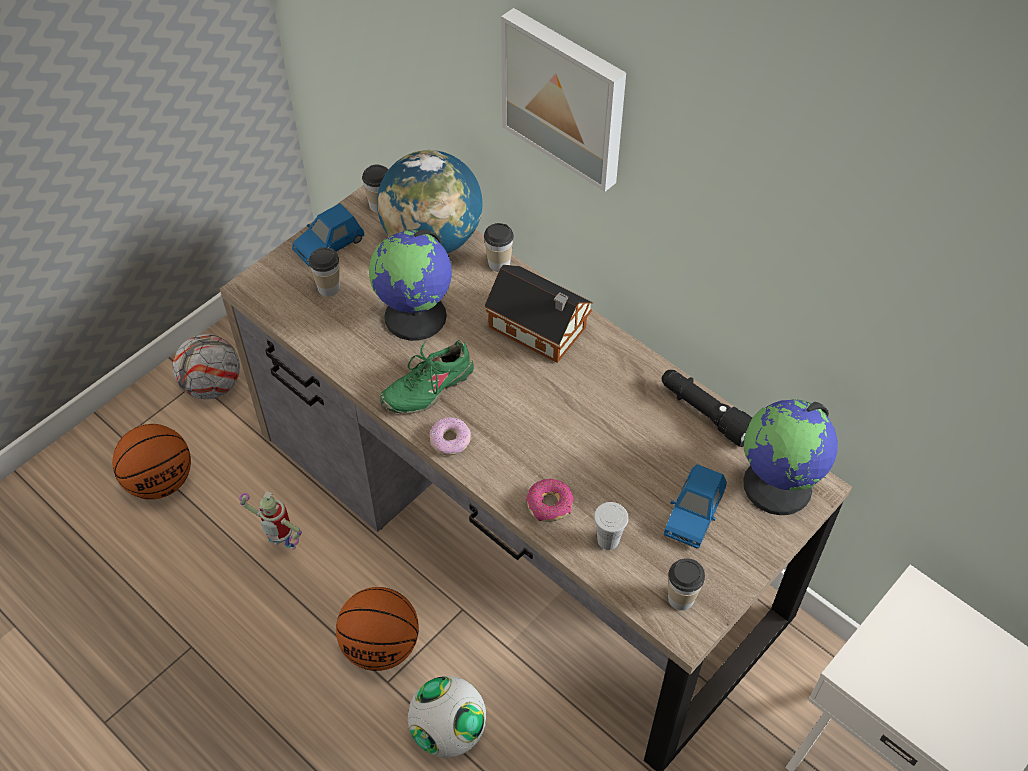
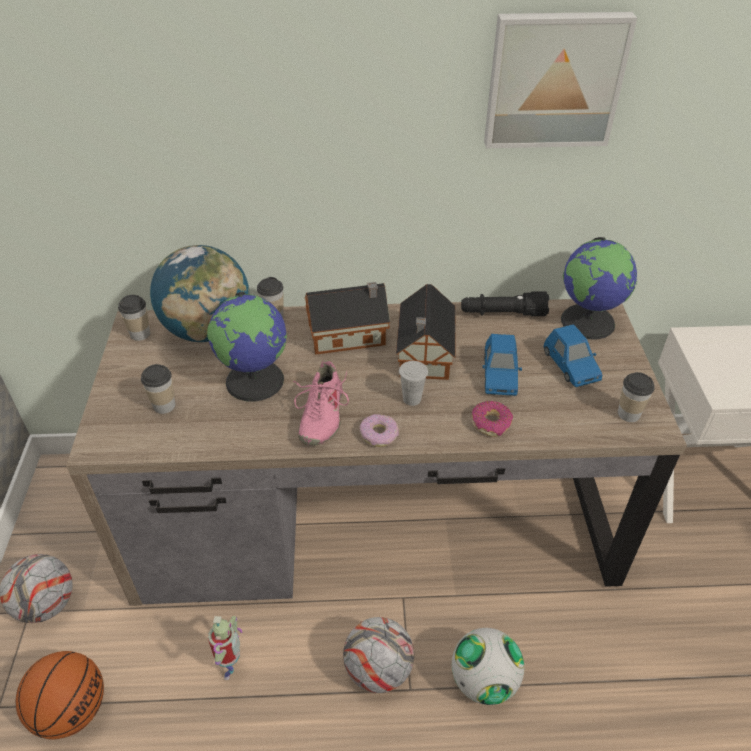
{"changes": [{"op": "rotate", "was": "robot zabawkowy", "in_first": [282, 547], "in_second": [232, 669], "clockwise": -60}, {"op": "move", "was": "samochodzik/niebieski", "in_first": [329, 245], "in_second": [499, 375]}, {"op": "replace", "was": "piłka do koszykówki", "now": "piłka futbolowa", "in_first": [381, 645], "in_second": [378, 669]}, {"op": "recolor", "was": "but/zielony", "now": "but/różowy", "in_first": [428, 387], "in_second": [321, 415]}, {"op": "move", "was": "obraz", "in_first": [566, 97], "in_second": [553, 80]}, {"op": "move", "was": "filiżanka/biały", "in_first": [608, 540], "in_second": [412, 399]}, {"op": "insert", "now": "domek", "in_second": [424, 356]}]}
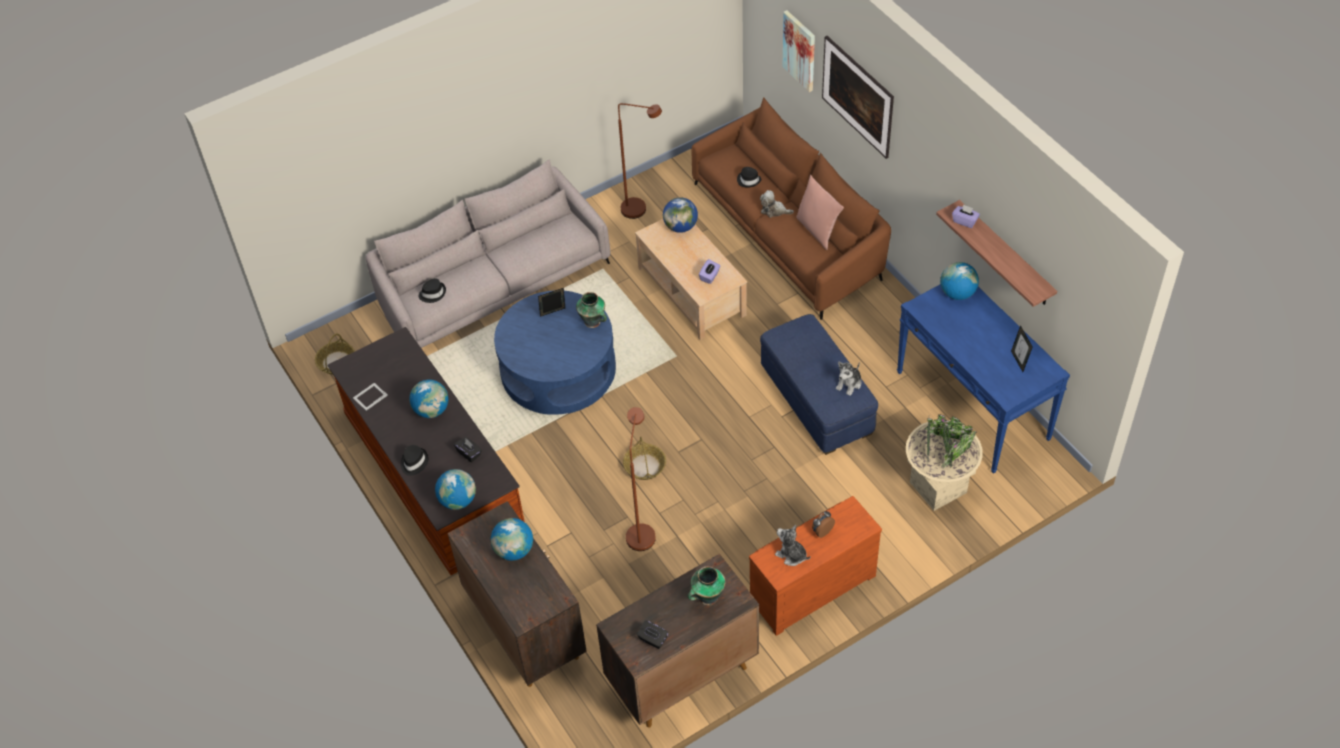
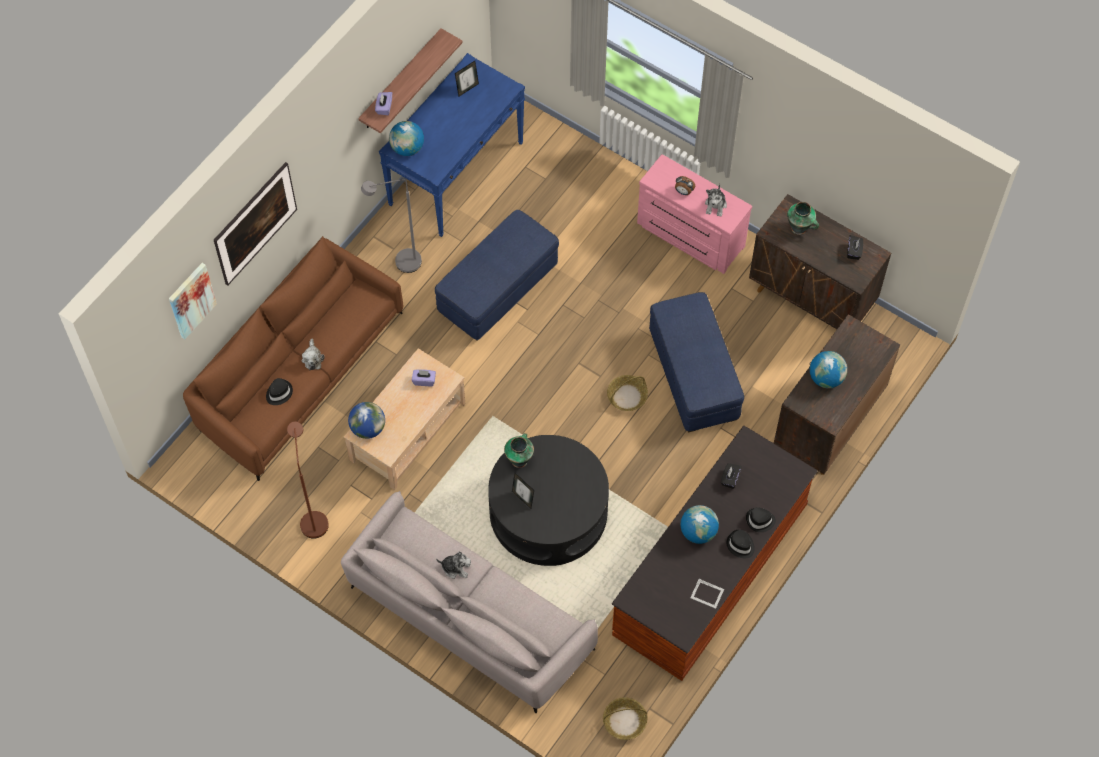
{"changes": [{"op": "move", "was": "kapelusz/czarny", "in_first": [432, 293], "in_second": [740, 545]}, {"op": "delete", "was": "globus", "in_first": [458, 500]}, {"op": "recolor", "was": "ława/niebieski", "now": "ława/czarny", "in_first": [558, 368], "in_second": [548, 511]}, {"op": "replace", "was": "lampa stojąca/brązowy", "now": "pufa/niebieski", "in_first": [641, 531], "in_second": [694, 374]}, {"op": "recolor", "was": "komoda/brązowy", "now": "komoda/różowy", "in_first": [811, 586], "in_second": [689, 236]}, {"op": "delete", "was": "poduszka/różowy", "in_first": [817, 230]}, {"op": "move", "was": "pluszak", "in_first": [849, 384], "in_second": [456, 568]}, {"op": "delete", "was": "donica/beżowy", "in_first": [938, 487]}, {"op": "insert", "now": "lampa stojąca/szary", "in_second": [401, 263]}]}
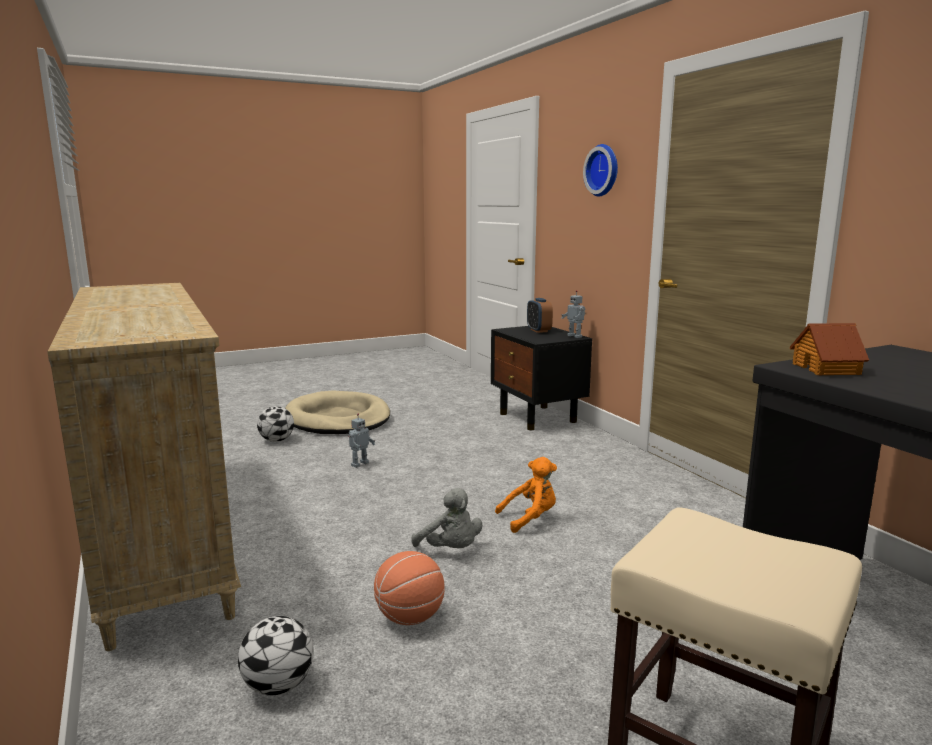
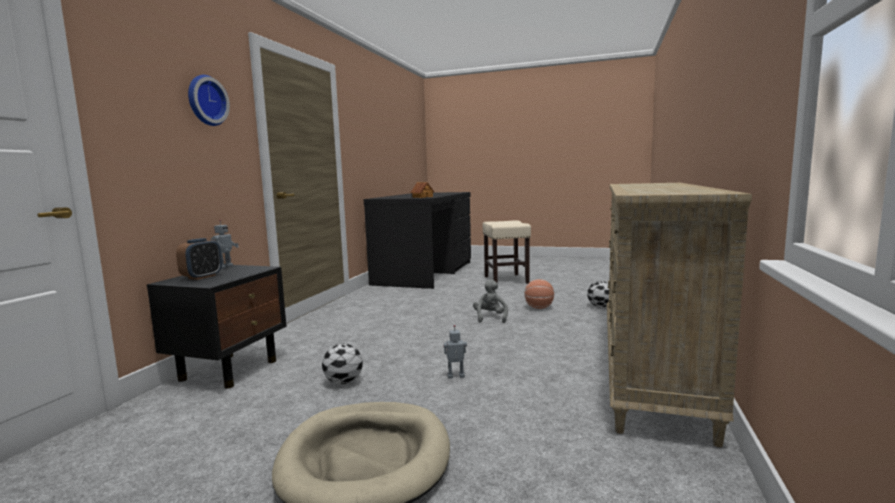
{"changes": [{"op": "move", "was": "piłka futbolowa", "in_first": [276, 440], "in_second": [344, 382]}, {"op": "delete", "was": "pluszak/pomarańczowy", "in_first": [530, 518]}]}
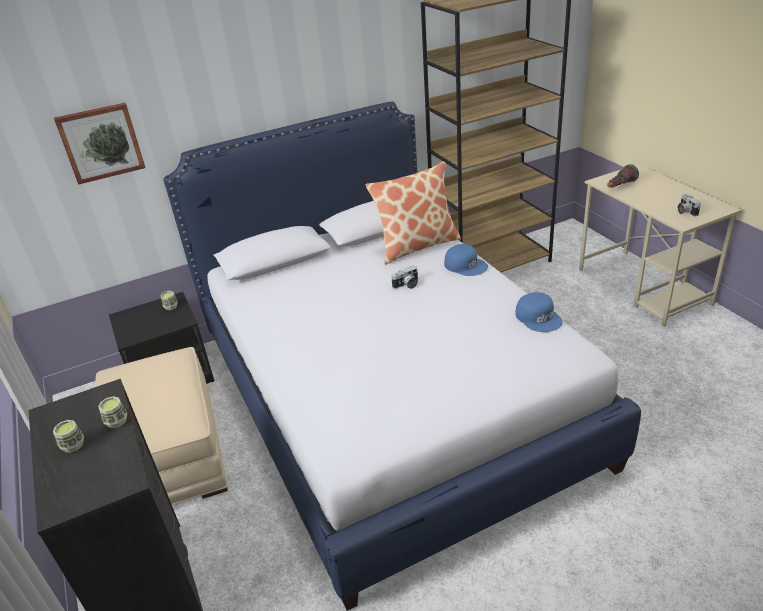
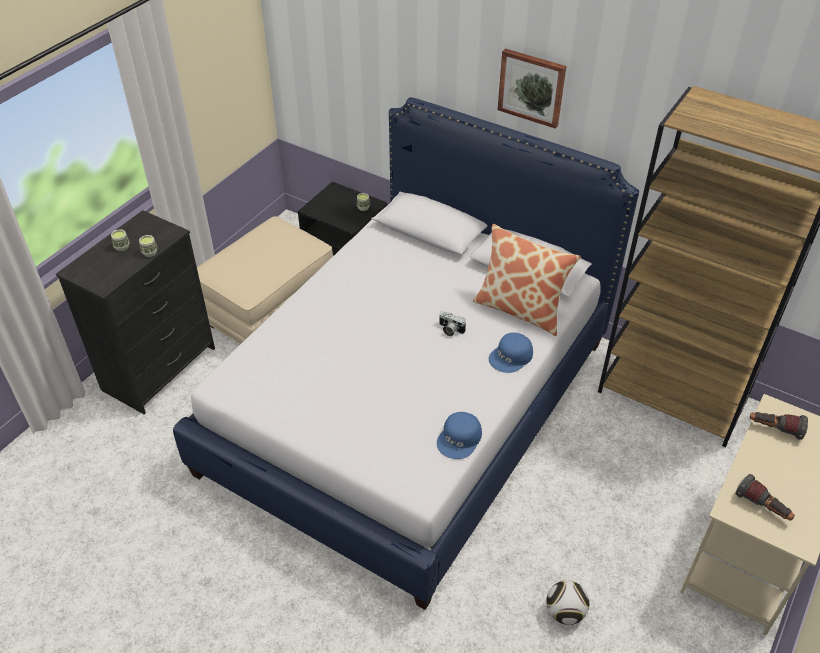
{"changes": [{"op": "move", "was": "obraz", "in_first": [101, 142], "in_second": [532, 87]}, {"op": "rotate", "was": "czapka z daszkiem/niebieski", "in_first": [465, 265], "in_second": [511, 357], "clockwise": 45}, {"op": "replace", "was": "aparat fotograficzny", "now": "latarka", "in_first": [685, 211], "in_second": [762, 507]}, {"op": "insert", "now": "piłka futbolowa", "in_second": [564, 612]}]}
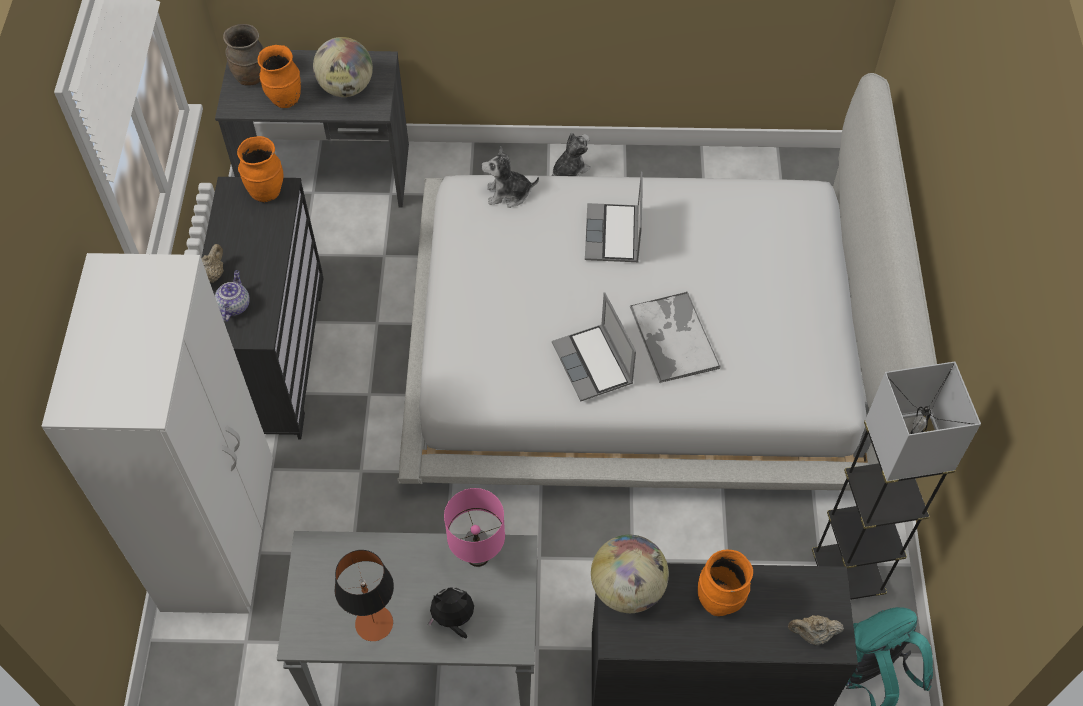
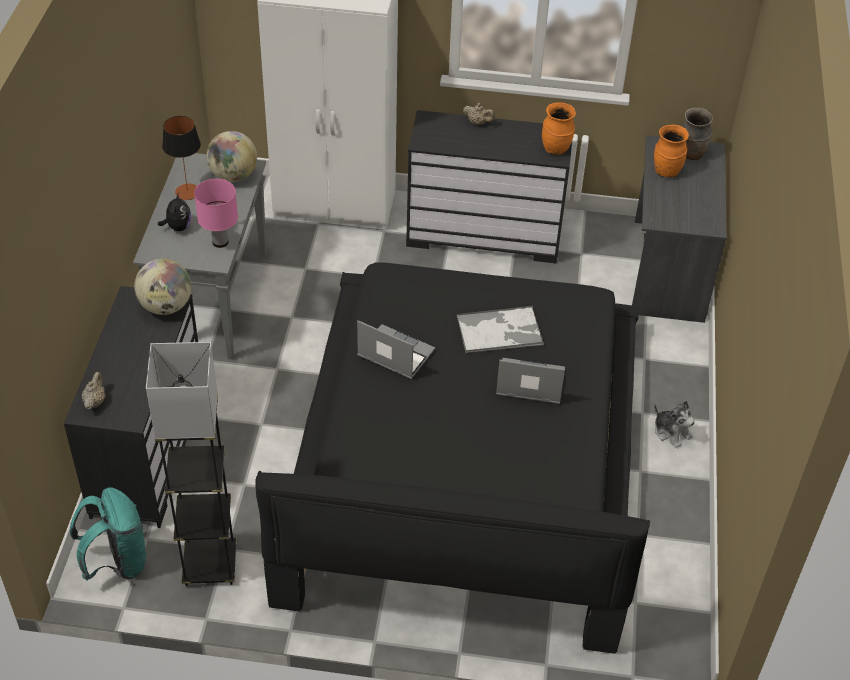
{"changes": [{"op": "delete", "was": "imbryk", "in_first": [234, 305]}, {"op": "move", "was": "globus", "in_first": [346, 88], "in_second": [233, 175]}, {"op": "recolor", "was": "łóżko/biały", "now": "łóżko/czarny", "in_first": [642, 345], "in_second": [466, 459]}, {"op": "delete", "was": "pluszak", "in_first": [508, 194]}, {"op": "rotate", "was": "laptop", "in_first": [594, 364], "in_second": [394, 354], "clockwise": 45}, {"op": "move", "was": "taca", "in_first": [673, 337], "in_second": [500, 330]}, {"op": "delete", "was": "wazon/pomarańczowy", "in_first": [719, 600]}]}
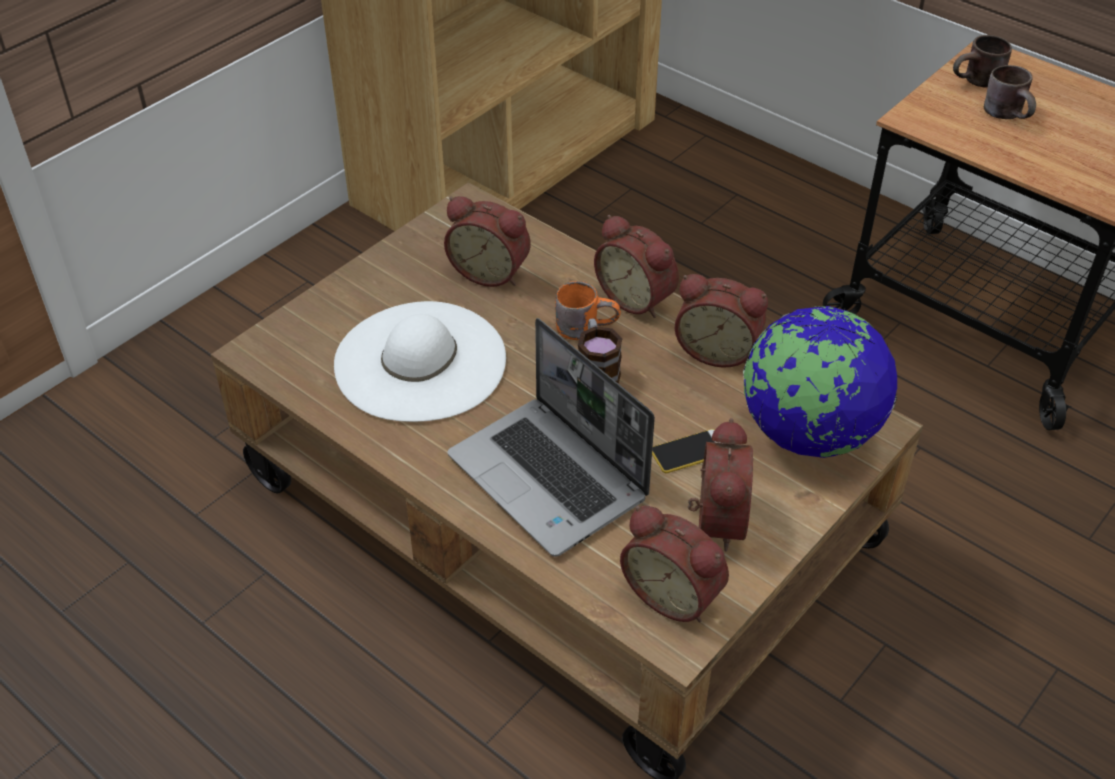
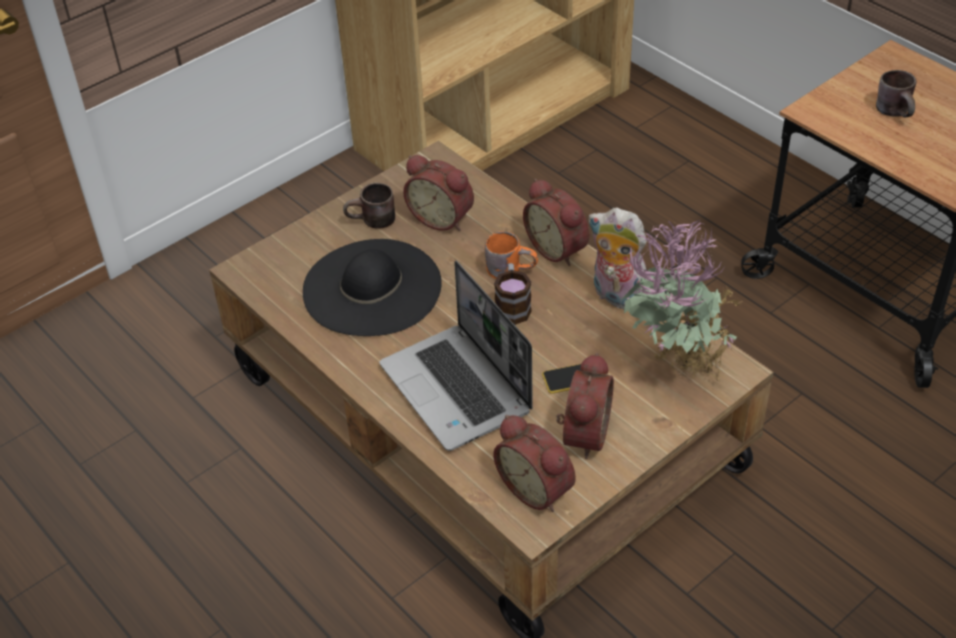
{"changes": [{"op": "recolor", "was": "kapelusz/biały", "now": "kapelusz/czarny", "in_first": [420, 361], "in_second": [372, 288]}, {"op": "replace", "was": "budzik", "now": "pluszak", "in_first": [718, 349], "in_second": [616, 296]}, {"op": "replace", "was": "globus", "now": "roślina doniczkowa", "in_first": [808, 434], "in_second": [675, 371]}, {"op": "move", "was": "kubek/brązowy", "in_first": [978, 83], "in_second": [372, 223]}]}
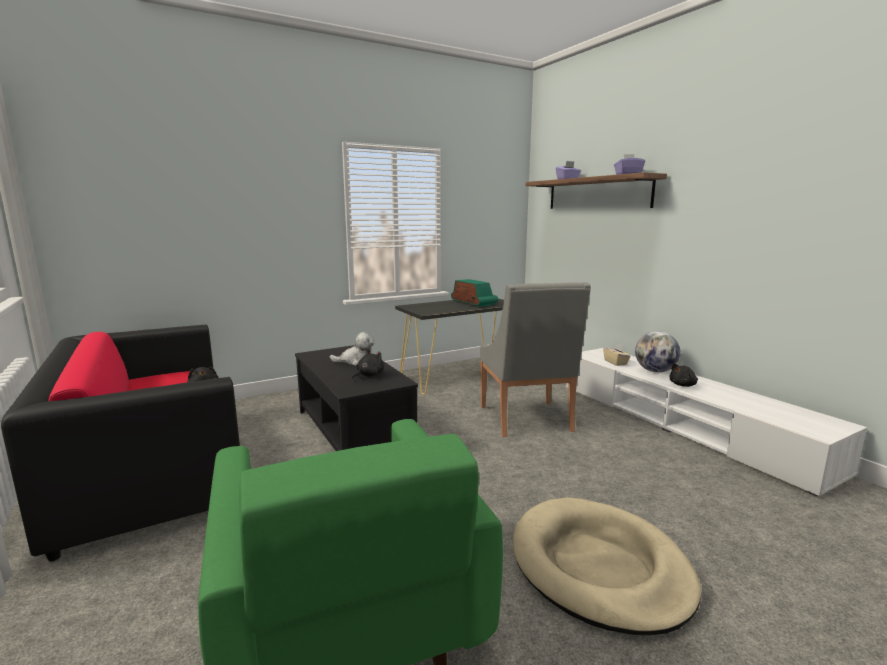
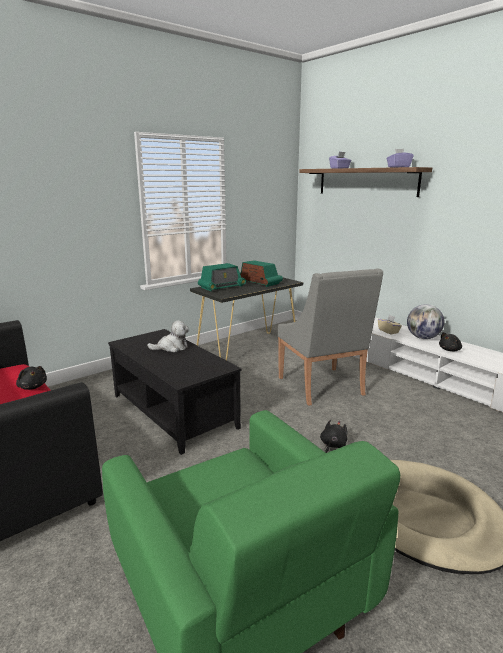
{"changes": [{"op": "move", "was": "pluszak/czarny", "in_first": [368, 375], "in_second": [332, 445]}, {"op": "insert", "now": "radio", "in_second": [222, 287]}]}
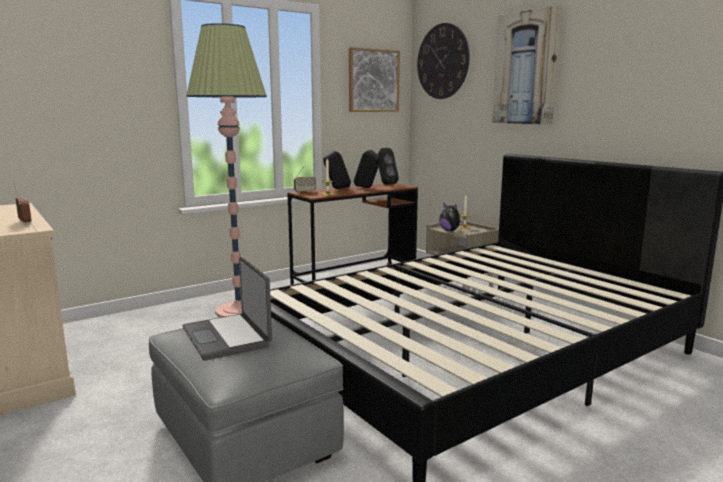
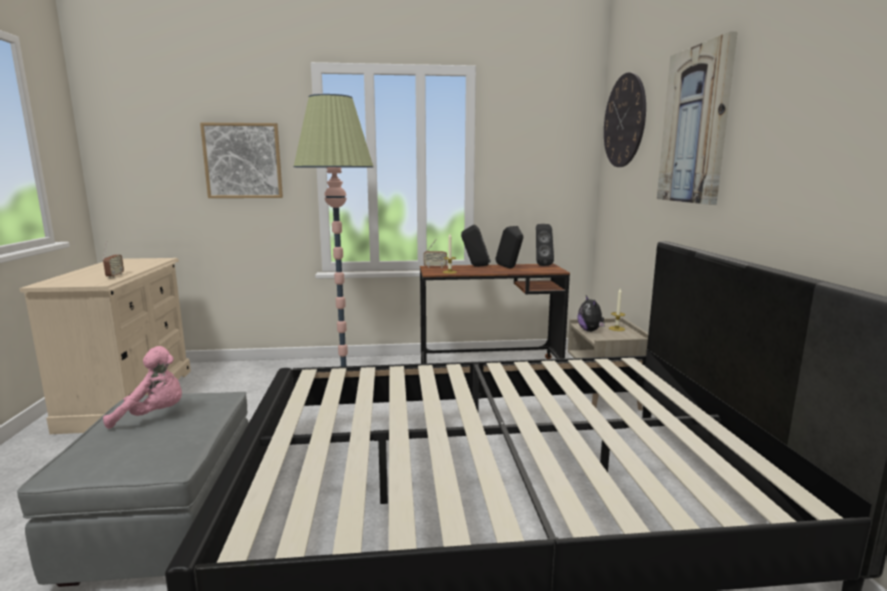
{"changes": [{"op": "replace", "was": "laptop", "now": "pluszak/różowy", "in_first": [228, 337], "in_second": [154, 416]}, {"op": "move", "was": "obraz", "in_first": [373, 81], "in_second": [243, 161]}]}
